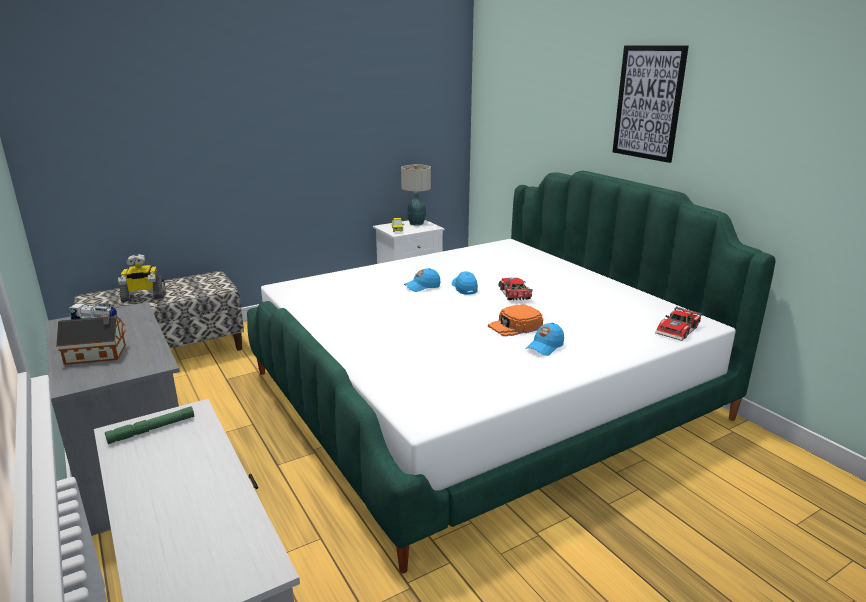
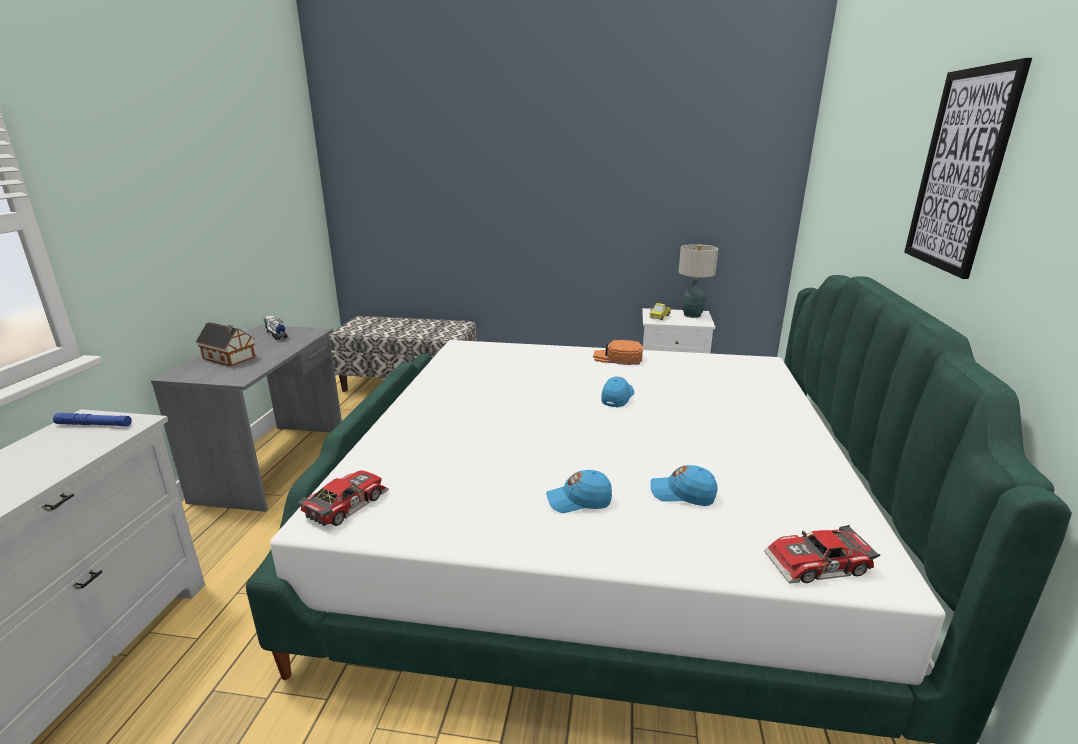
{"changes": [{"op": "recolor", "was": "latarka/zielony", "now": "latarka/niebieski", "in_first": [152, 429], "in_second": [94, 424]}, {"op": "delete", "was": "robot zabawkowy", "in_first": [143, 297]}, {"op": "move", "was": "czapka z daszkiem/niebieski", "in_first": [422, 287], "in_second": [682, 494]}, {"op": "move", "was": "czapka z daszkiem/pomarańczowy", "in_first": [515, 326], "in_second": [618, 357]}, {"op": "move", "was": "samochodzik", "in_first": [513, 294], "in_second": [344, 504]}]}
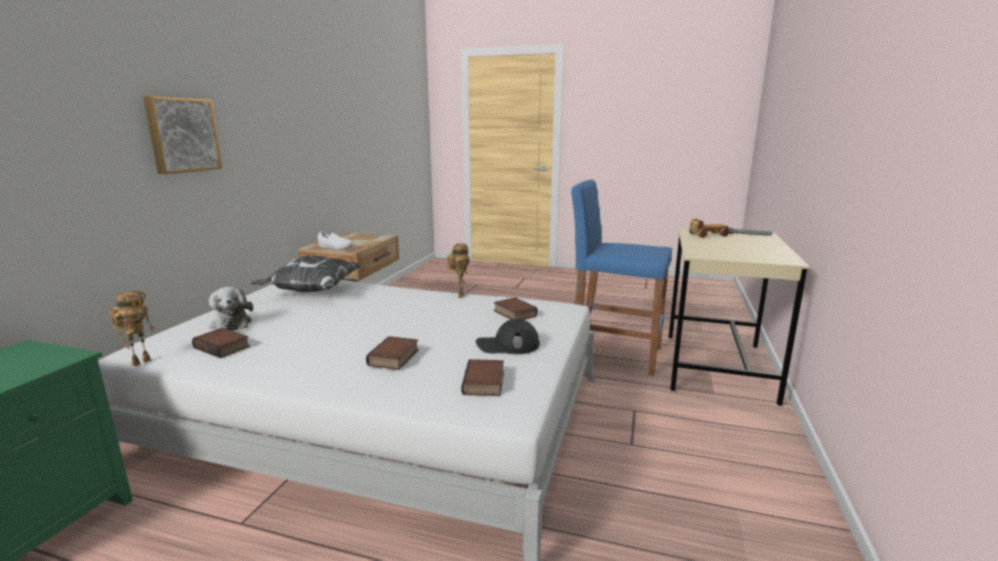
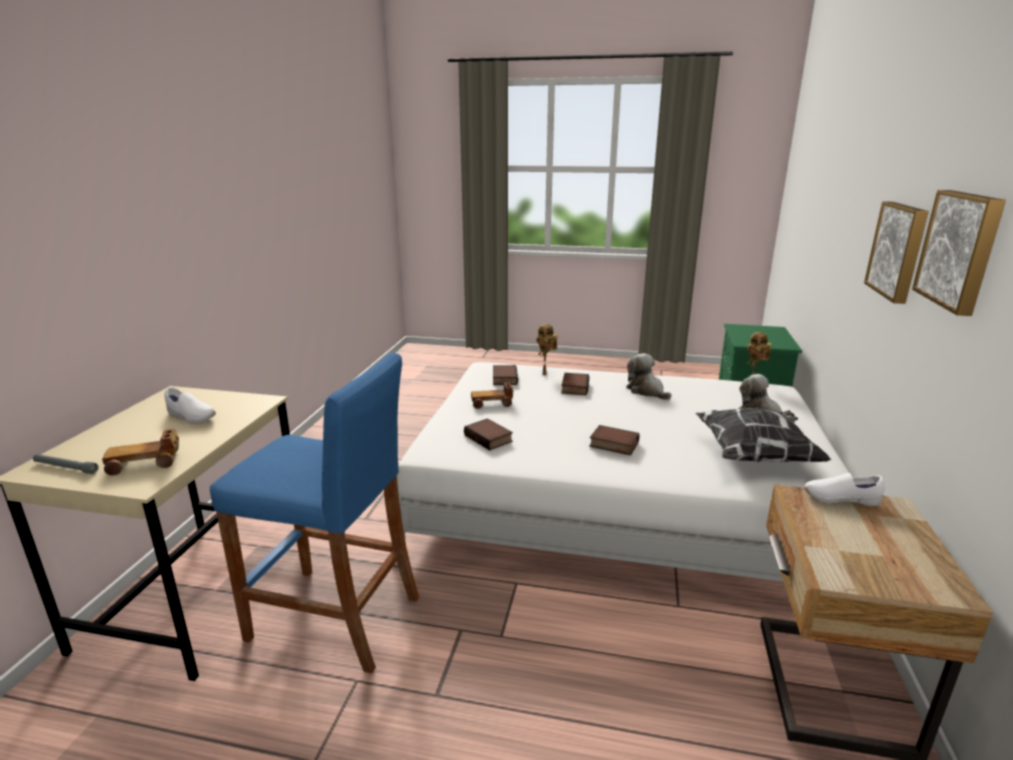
{"changes": [{"op": "move", "was": "książka", "in_first": [223, 347], "in_second": [613, 445]}, {"op": "move", "was": "robot zabawkowy", "in_first": [460, 295], "in_second": [545, 373]}, {"op": "replace", "was": "czapka z daszkiem/czarny", "now": "samochodzik", "in_first": [507, 345], "in_second": [492, 403]}, {"op": "insert", "now": "but/biały", "in_second": [191, 417]}, {"op": "insert", "now": "pluszak", "in_second": [646, 391]}, {"op": "insert", "now": "obraz", "in_second": [961, 250]}]}
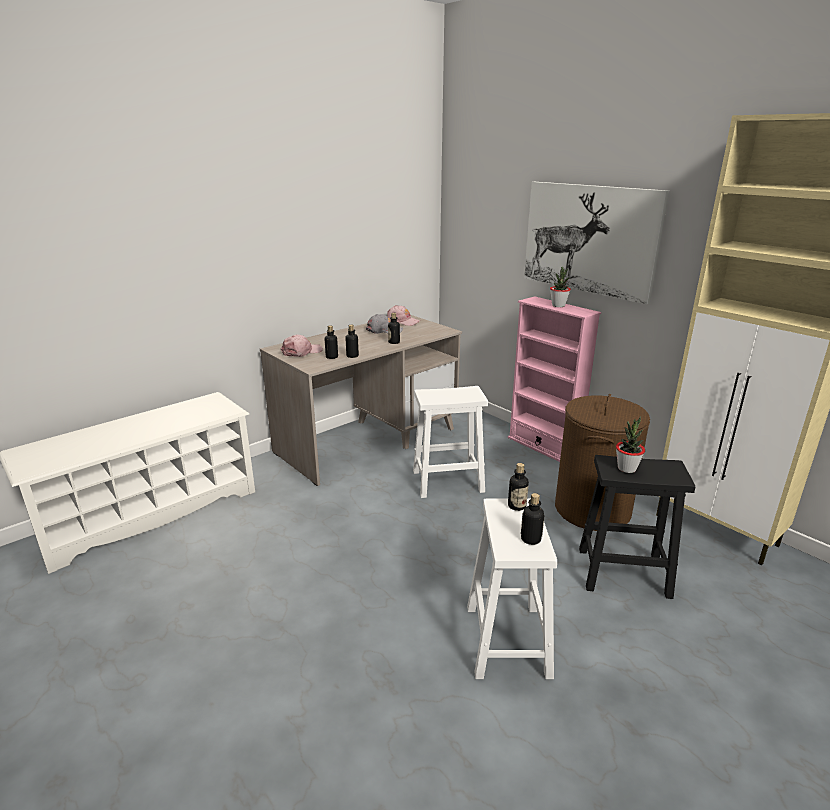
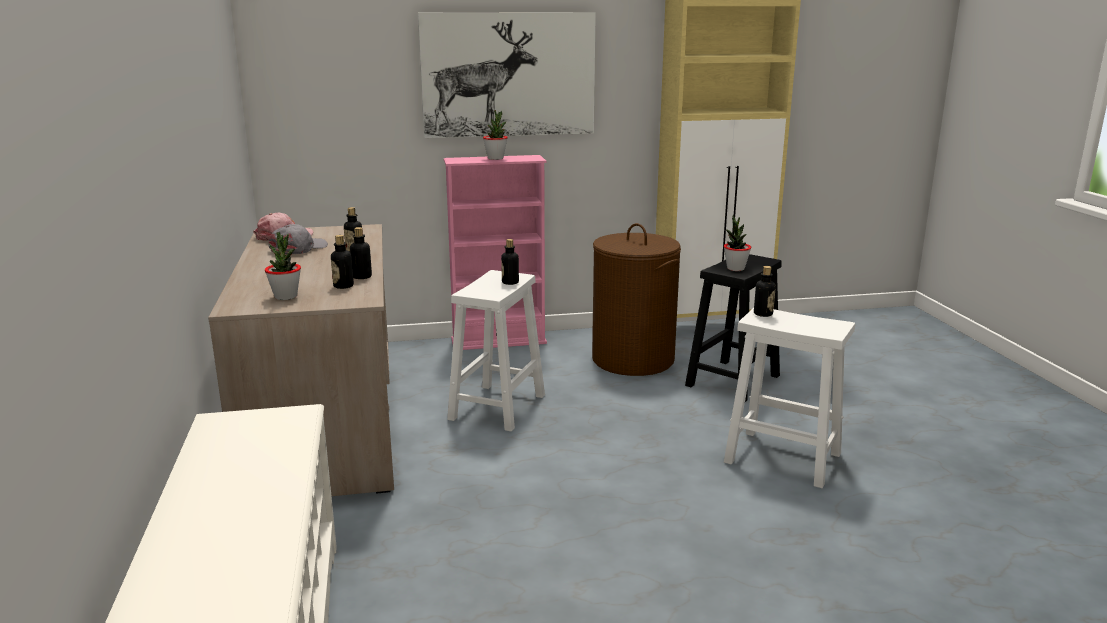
{"changes": [{"op": "replace", "was": "czapka z daszkiem/różowy", "now": "roślina doniczkowa", "in_first": [301, 352], "in_second": [286, 297]}, {"op": "move", "was": "butelka", "in_first": [530, 539], "in_second": [510, 282]}]}
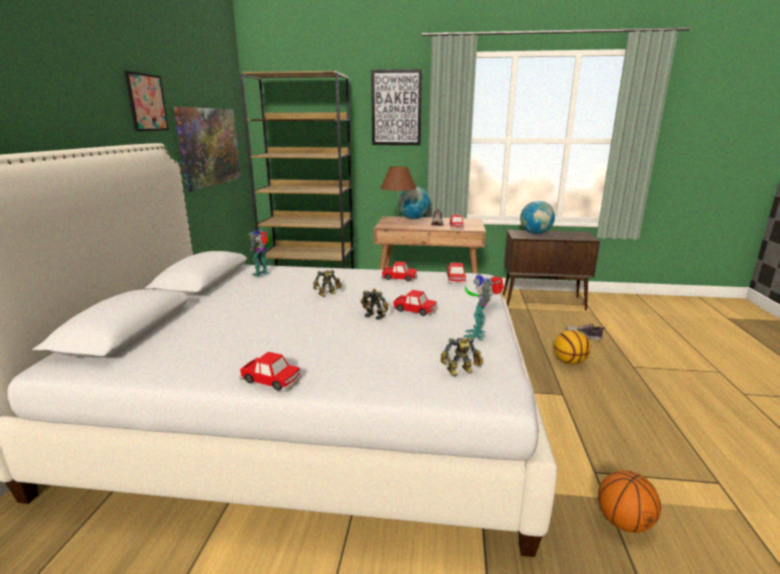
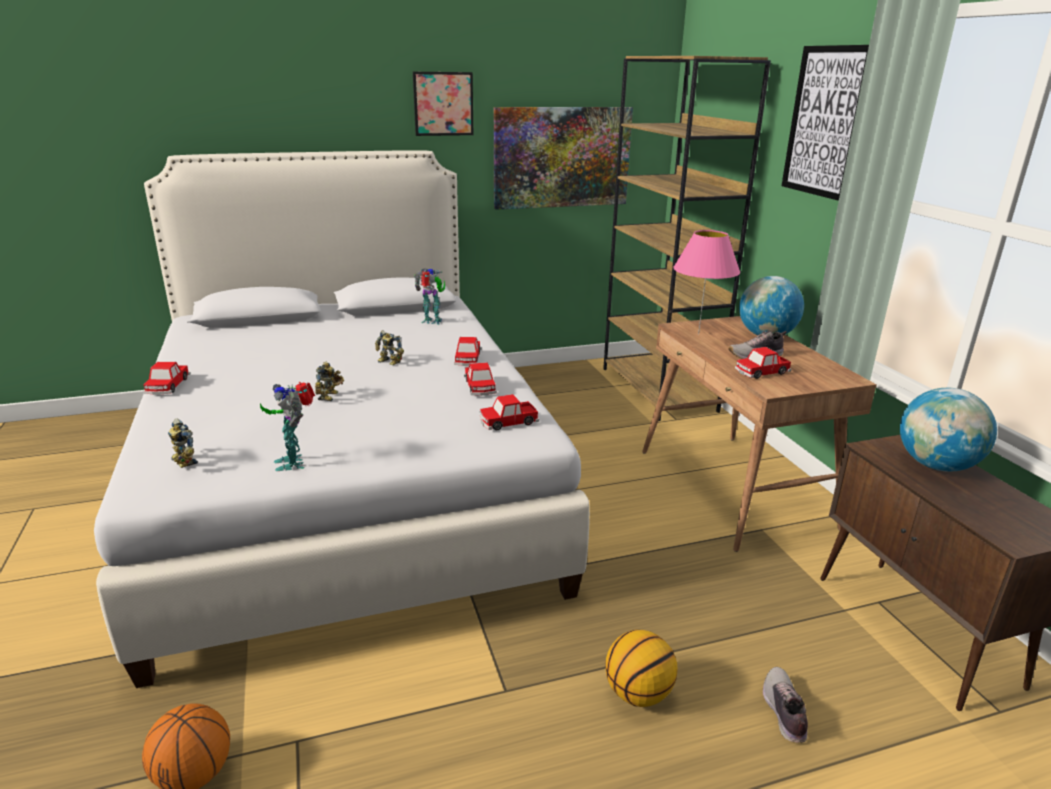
{"changes": [{"op": "recolor", "was": "lampa stołowa/brązowy", "now": "lampa stołowa/różowy", "in_first": [398, 225], "in_second": [698, 334]}, {"op": "move", "was": "samochodzik", "in_first": [415, 310], "in_second": [467, 358]}, {"op": "rotate", "was": "robot zabawkowy", "in_first": [478, 334], "in_second": [294, 461], "clockwise": -105}]}
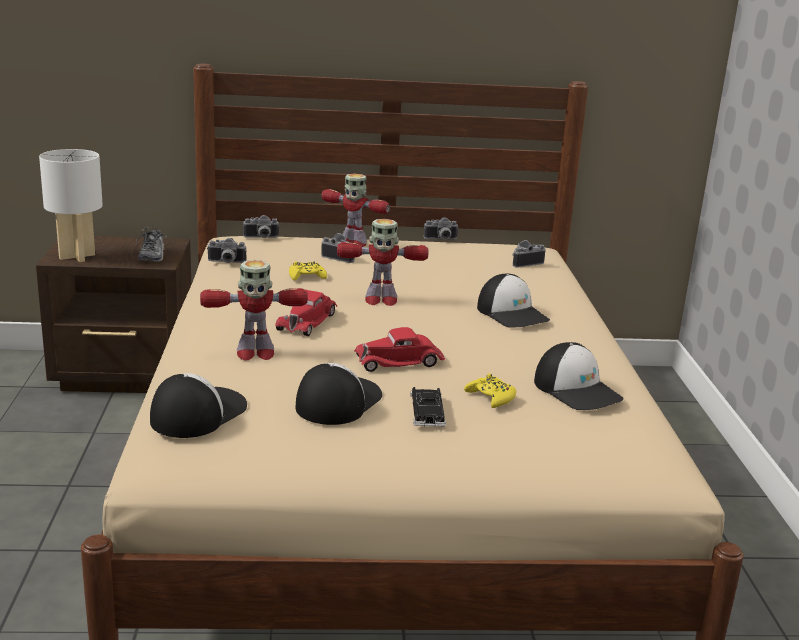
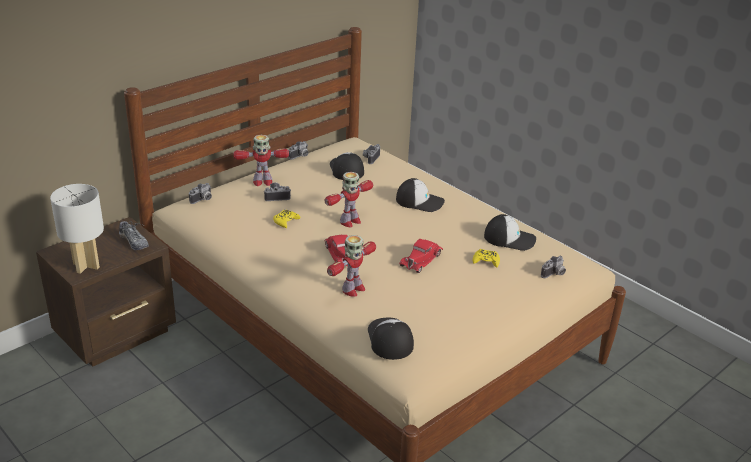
{"changes": [{"op": "move", "was": "aparat fotograficzny", "in_first": [226, 262], "in_second": [554, 274]}, {"op": "move", "was": "czapka z daszkiem", "in_first": [337, 401], "in_second": [346, 169]}, {"op": "delete", "was": "samochodzik/czarny", "in_first": [427, 412]}]}
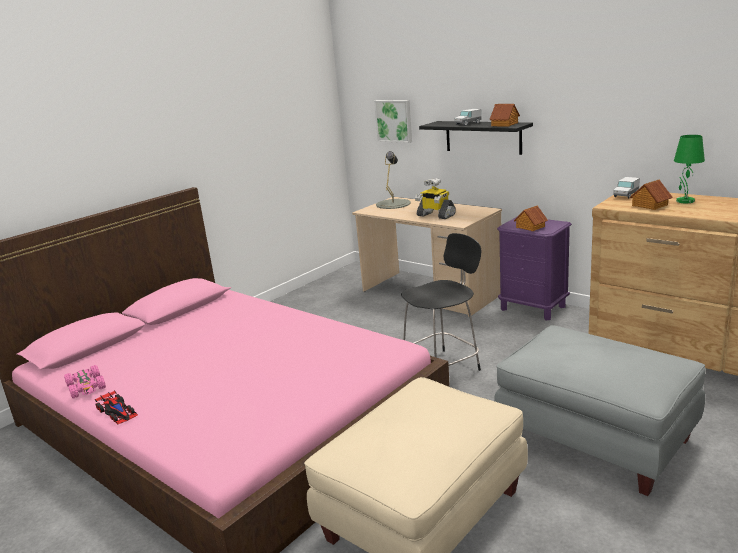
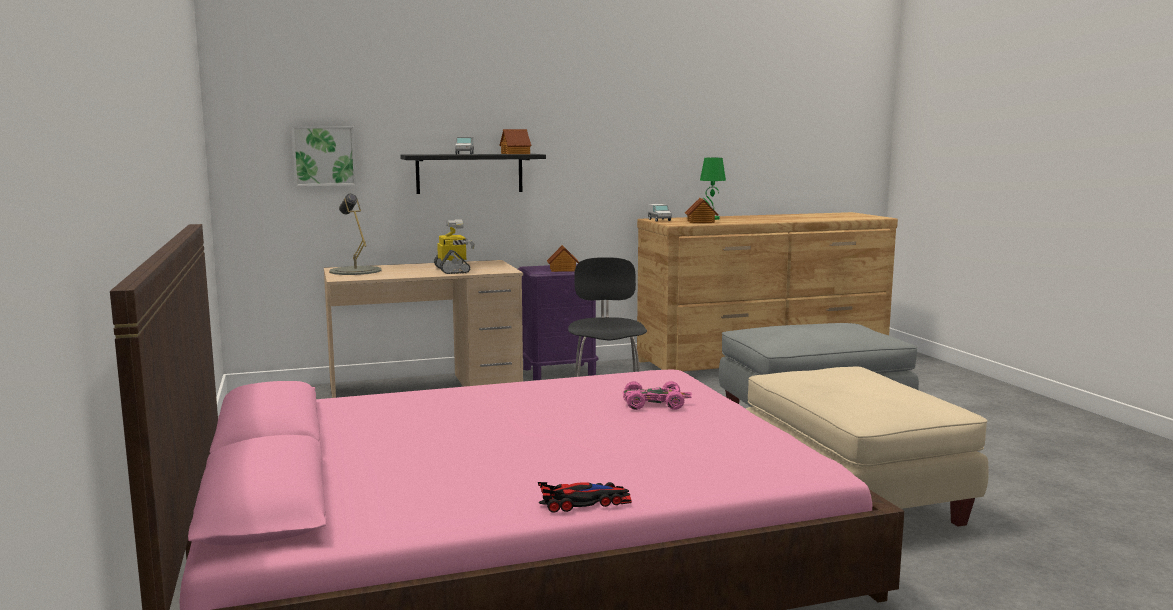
{"changes": [{"op": "move", "was": "samochodzik/różowy", "in_first": [86, 387], "in_second": [655, 404]}, {"op": "rotate", "was": "robot zabawkowy", "in_first": [435, 215], "in_second": [453, 270], "clockwise": -90}]}
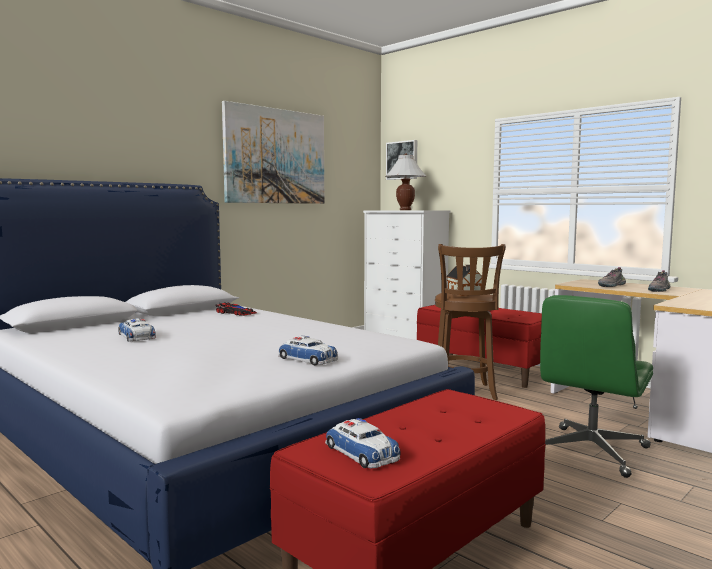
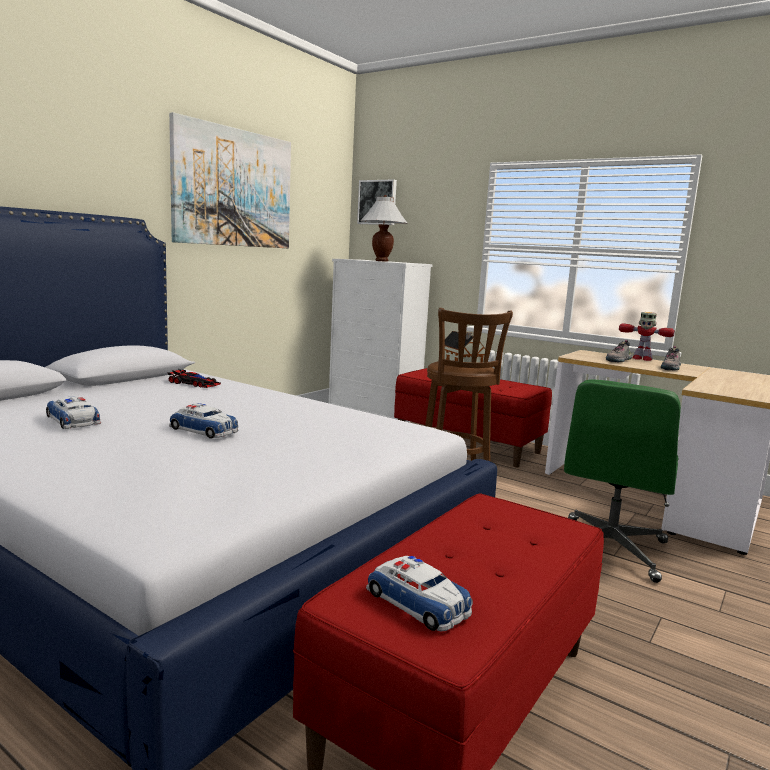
{"changes": [{"op": "move", "was": "samochodzik", "in_first": [308, 359], "in_second": [204, 430]}, {"op": "insert", "now": "robot zabawkowy", "in_second": [641, 359]}]}
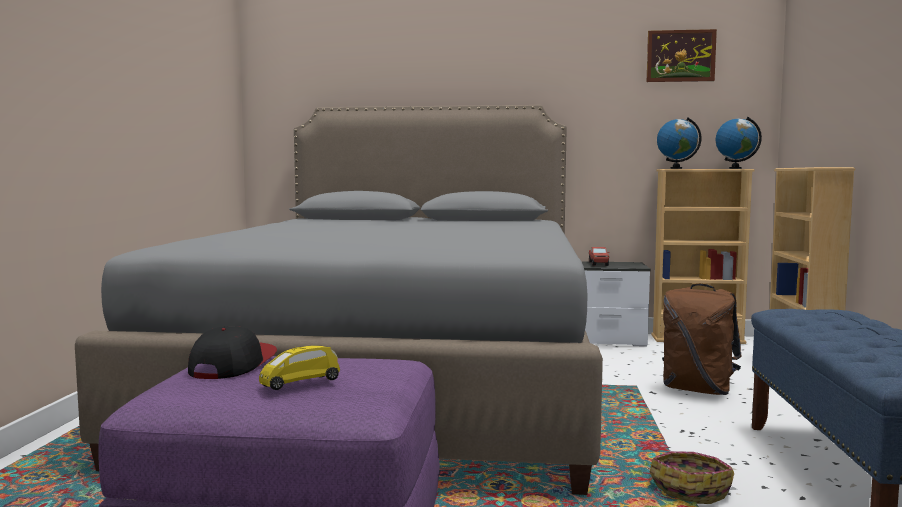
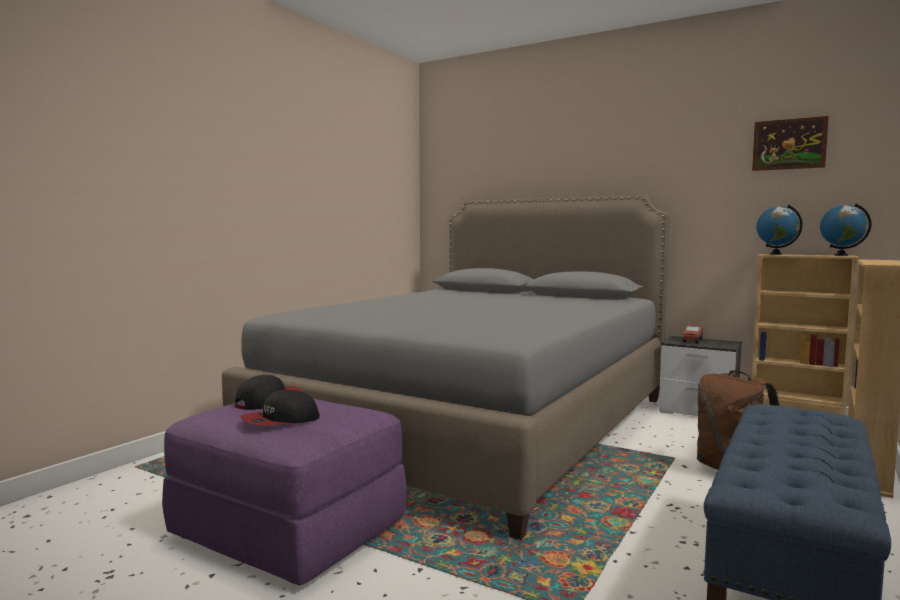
{"changes": [{"op": "replace", "was": "samochodzik/żółty", "now": "czapka z daszkiem", "in_first": [299, 385], "in_second": [280, 421]}, {"op": "delete", "was": "koszyk", "in_first": [690, 488]}]}
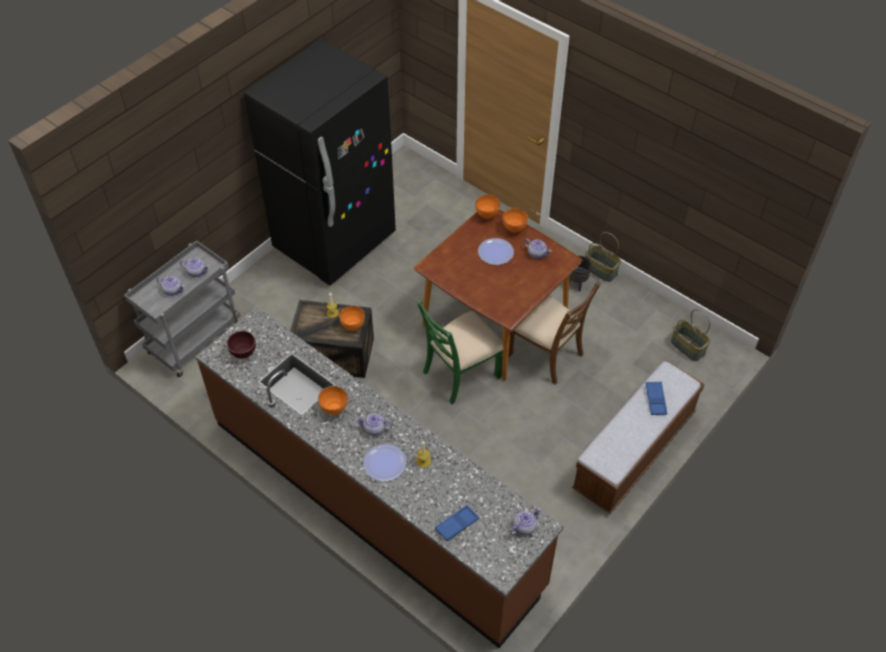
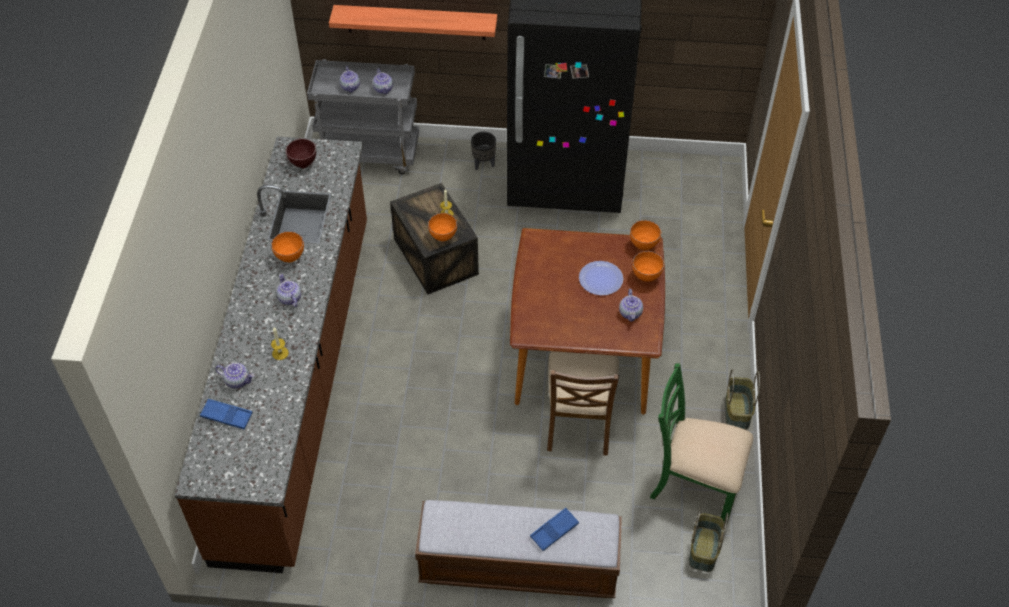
{"changes": [{"op": "delete", "was": "talerz", "in_first": [384, 463]}, {"op": "move", "was": "krzesło/zielony", "in_first": [461, 373], "in_second": [694, 482]}, {"op": "move", "was": "imbryk", "in_first": [524, 527], "in_second": [238, 380]}, {"op": "move", "was": "donica/czarny", "in_first": [577, 283], "in_second": [483, 164]}, {"op": "insert", "now": "półka", "in_second": [416, 22]}]}
